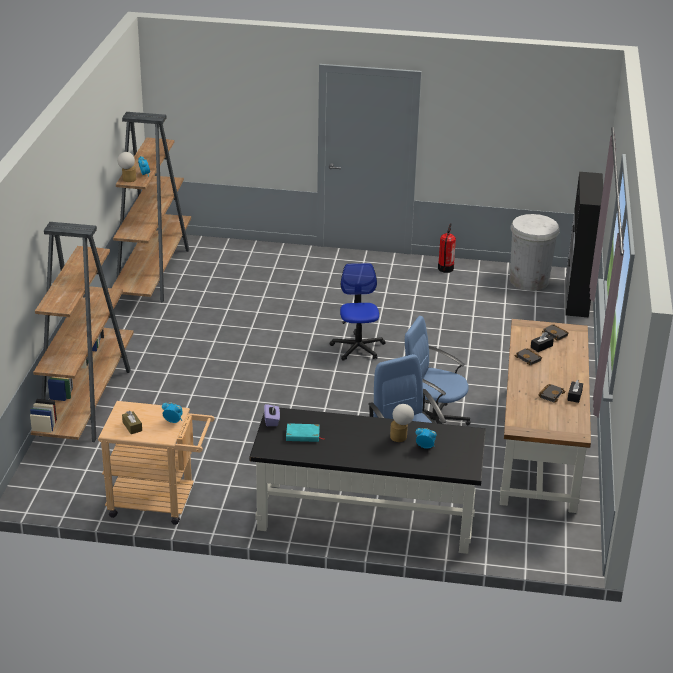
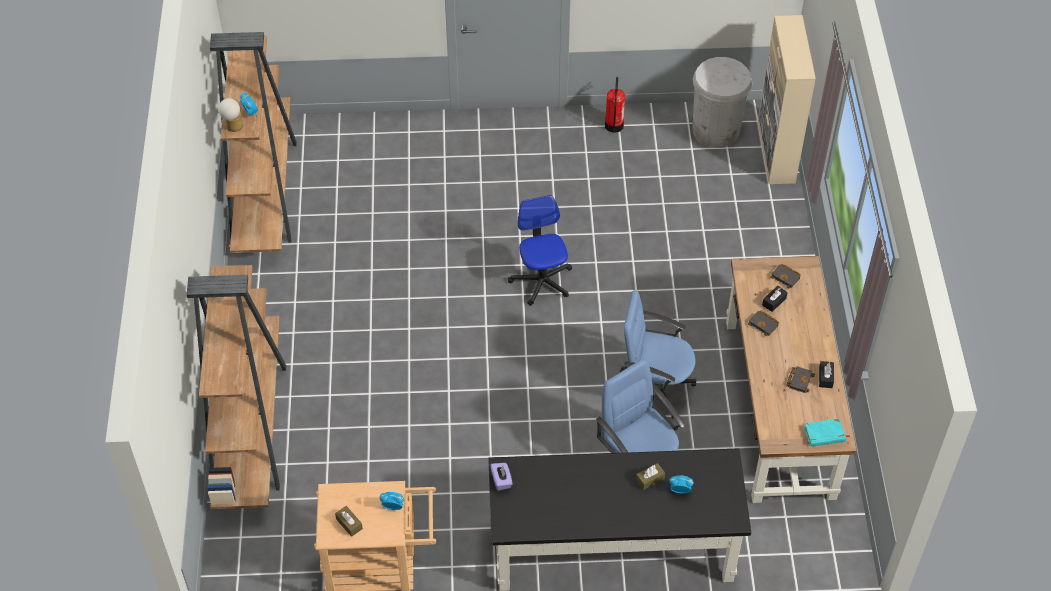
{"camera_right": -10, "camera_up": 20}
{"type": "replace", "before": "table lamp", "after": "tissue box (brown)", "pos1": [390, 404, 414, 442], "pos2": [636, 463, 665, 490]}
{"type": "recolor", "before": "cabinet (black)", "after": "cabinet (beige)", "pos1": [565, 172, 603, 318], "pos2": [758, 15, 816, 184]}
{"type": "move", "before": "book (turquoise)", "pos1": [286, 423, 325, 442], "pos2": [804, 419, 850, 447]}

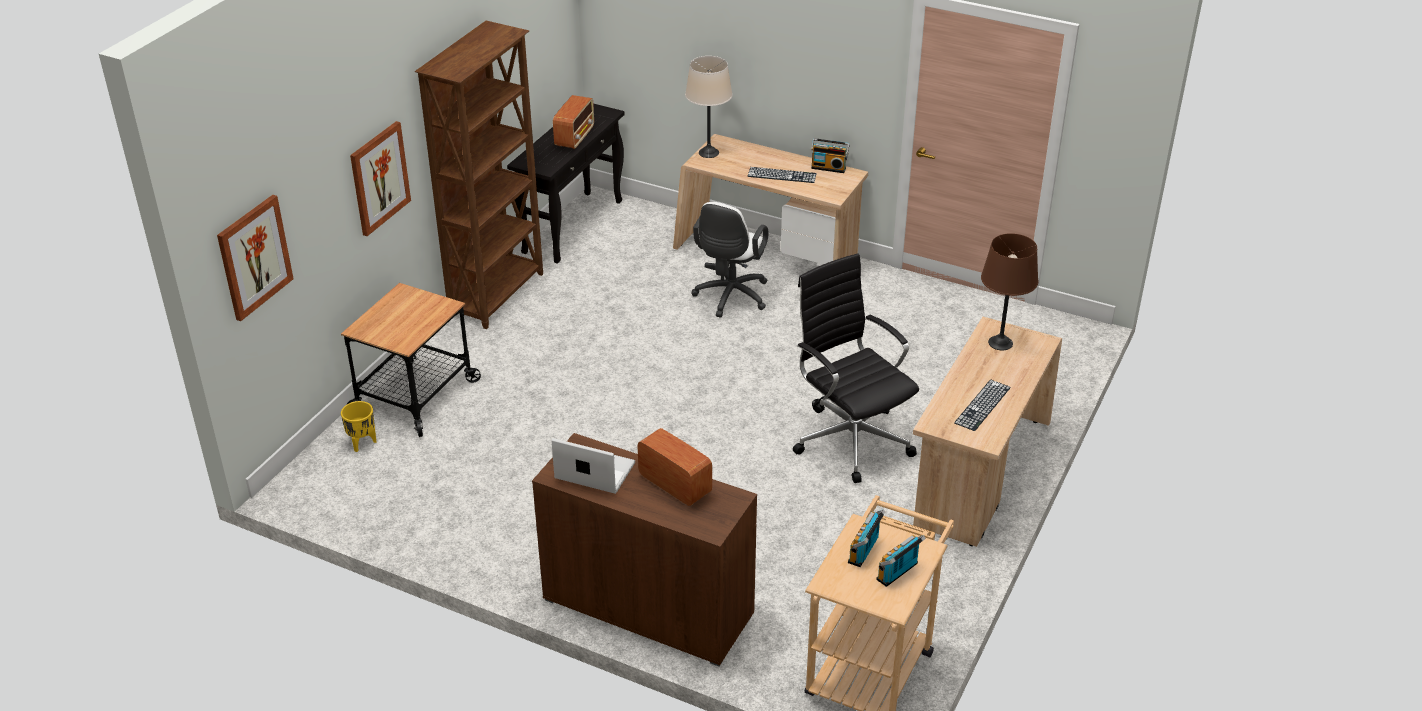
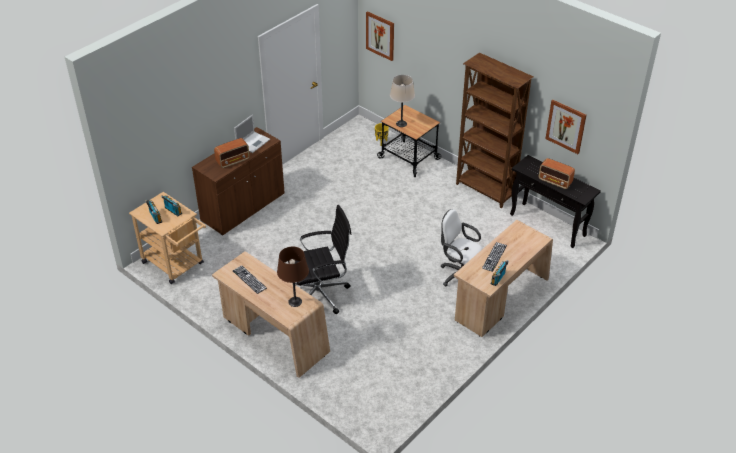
{"camera_right": 105, "camera_up": 5}
{"type": "move", "before": "table lamp (beige)", "pos1": [685, 56, 733, 158], "pos2": [390, 75, 415, 127]}
{"type": "move", "before": "picture", "pos1": [350, 121, 411, 236], "pos2": [545, 100, 587, 154]}

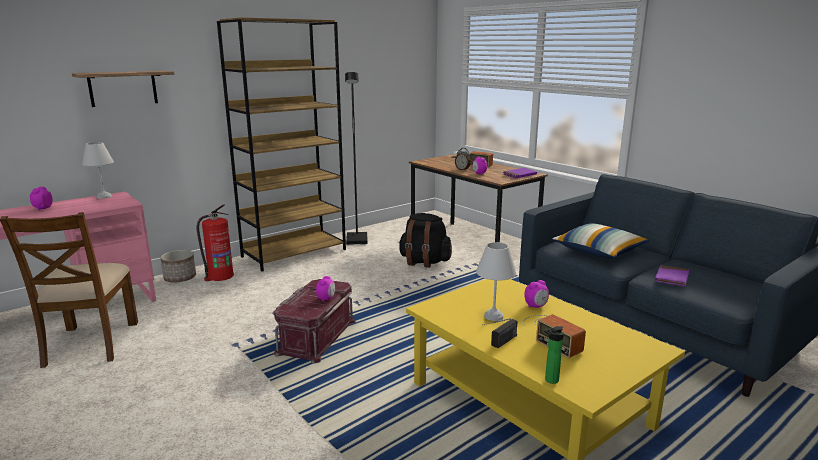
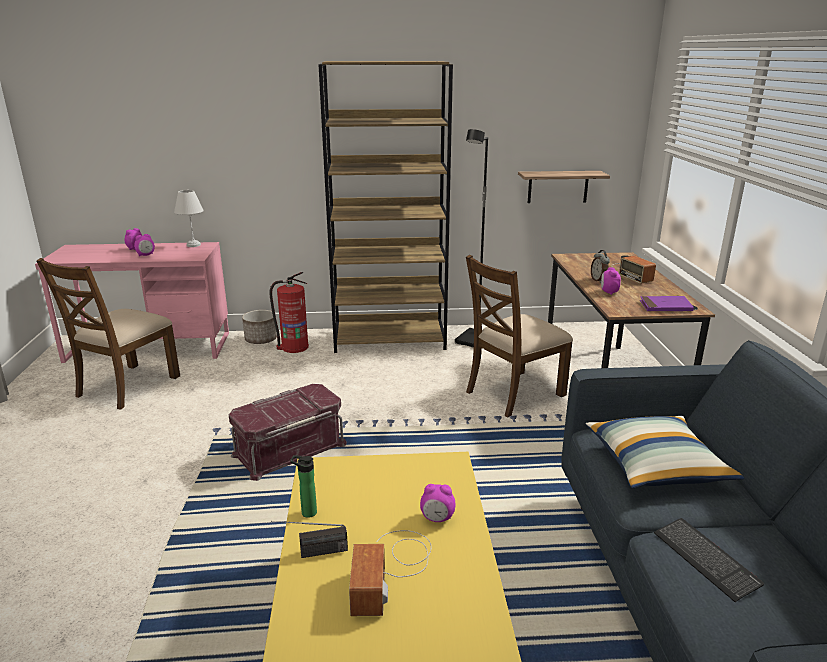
{"camera_right": 35, "camera_up": 5}
{"type": "move", "before": "alarm clock", "pos1": [316, 276, 335, 302], "pos2": [134, 234, 155, 256]}
{"type": "move", "before": "bottle", "pos1": [544, 326, 564, 384], "pos2": [290, 455, 317, 518]}
{"type": "replace", "before": "backpack (black)", "after": "chair (brown)", "pos1": [399, 213, 452, 268], "pos2": [466, 255, 573, 418]}
{"type": "move", "before": "shelf", "pos1": [72, 71, 174, 107], "pos2": [518, 171, 610, 203]}
{"type": "replace", "before": "book (purple)", "after": "keyboard", "pos1": [655, 265, 690, 286], "pos2": [654, 518, 764, 602]}
{"type": "delete", "before": "table lamp (white)", "pos1": [476, 242, 516, 321]}

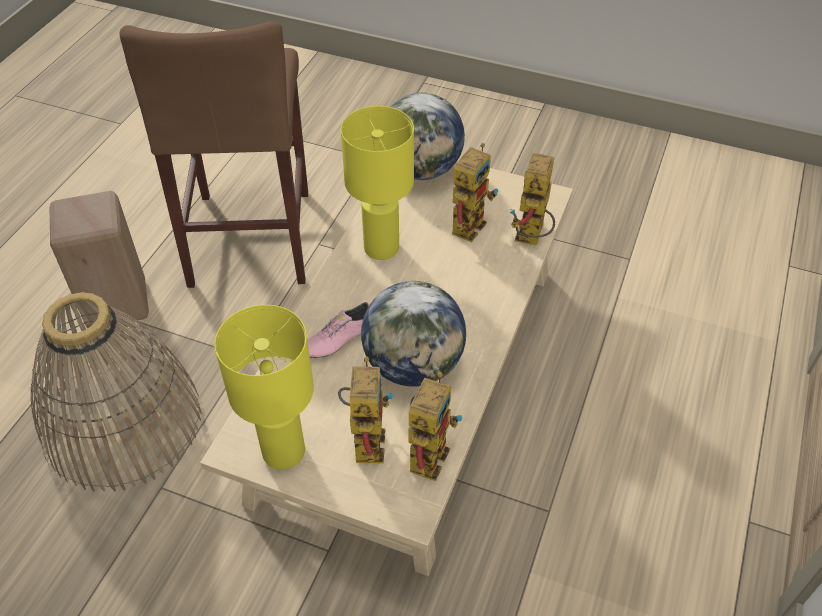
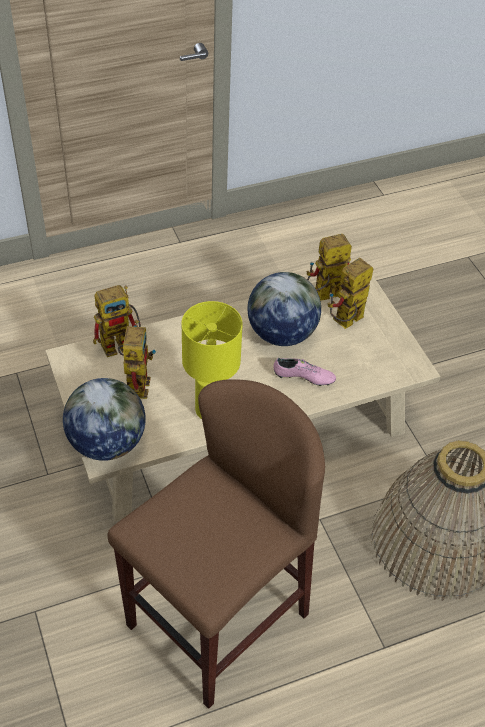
{"camera_right": -135, "camera_up": 0}
{"type": "rotate", "before": "toy robot", "pos1": [452, 143, 498, 242], "pos2": [118, 320, 156, 399], "turn": 105}
{"type": "delete", "before": "stool (beige)", "pos1": [50, 191, 149, 326]}
{"type": "delete", "before": "table lamp (yellow)", "pos1": [214, 305, 314, 470]}

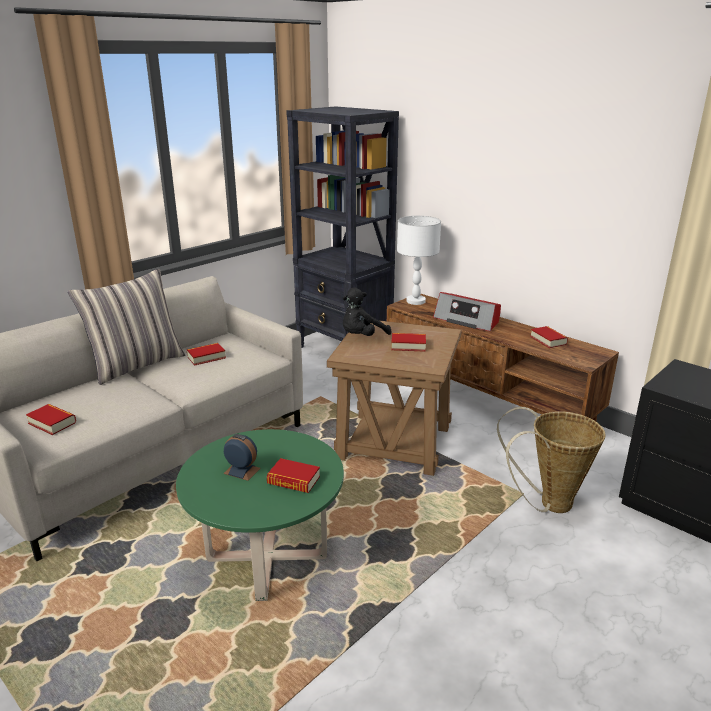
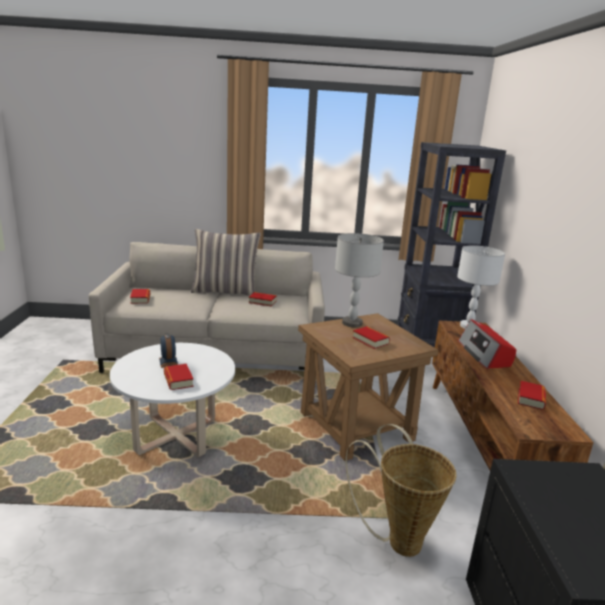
{"camera_right": 45, "camera_up": -5}
{"type": "recolor", "before": "coffee table (green)", "after": "coffee table (white)", "pos1": [176, 429, 344, 601], "pos2": [110, 343, 235, 457]}
{"type": "replace", "before": "plush toy (black)", "after": "table lamp (grey)", "pos1": [343, 288, 391, 336], "pos2": [335, 233, 384, 327]}

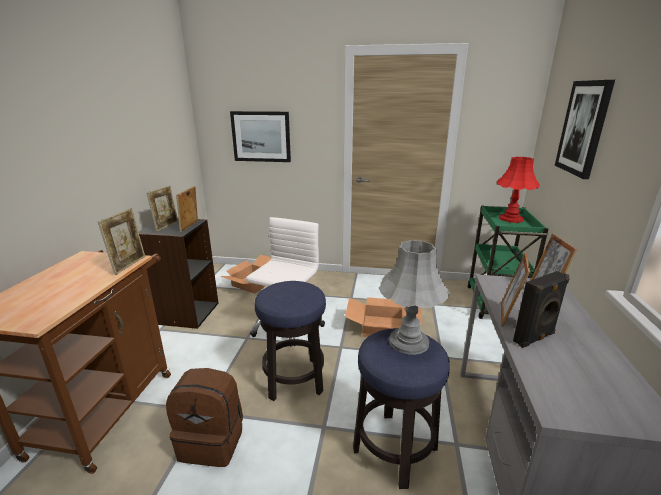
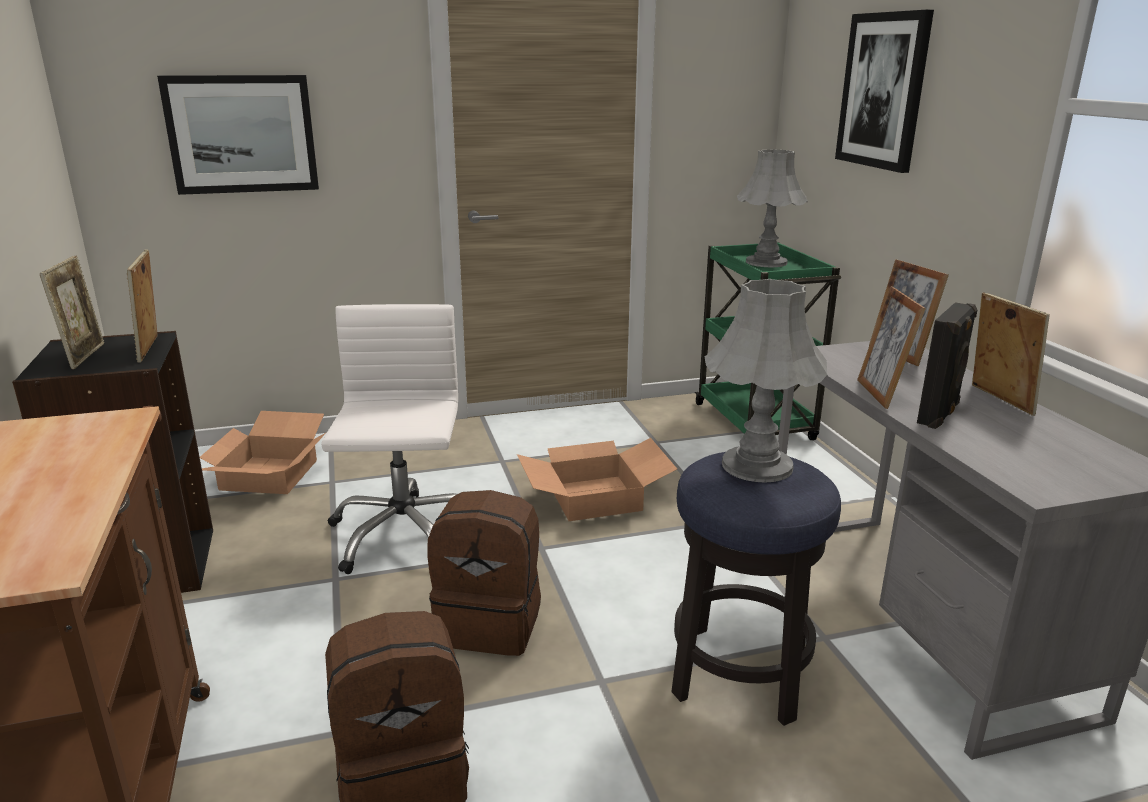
{"camera_right": -25, "camera_up": 0}
{"type": "replace", "before": "stool", "after": "backpack (brown)", "pos1": [255, 281, 326, 401], "pos2": [427, 490, 541, 656]}
{"type": "recolor", "before": "table lamp (red)", "after": "table lamp (grey)", "pos1": [497, 157, 540, 223], "pos2": [737, 149, 808, 267]}
{"type": "move", "before": "picture frame", "pos1": [98, 208, 145, 275], "pos2": [972, 292, 1050, 416]}

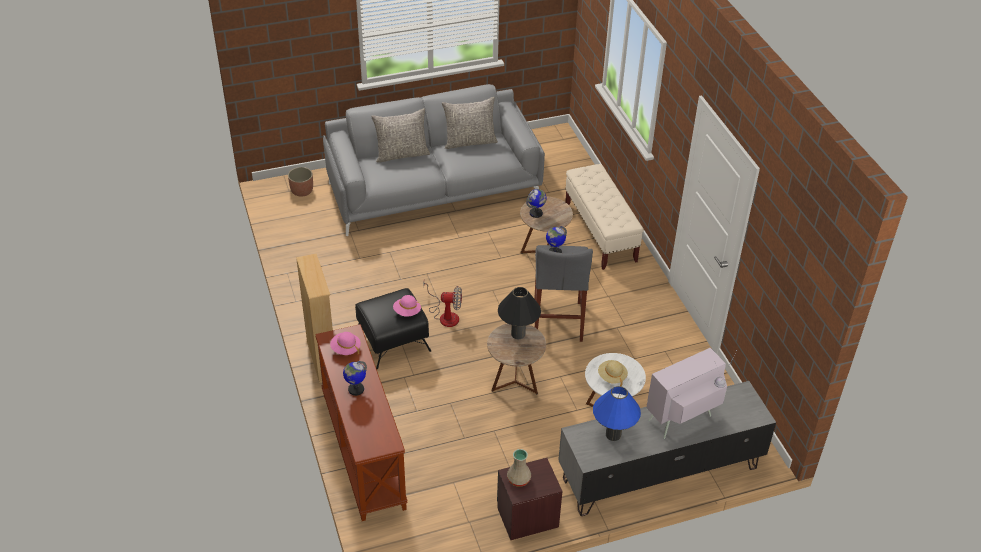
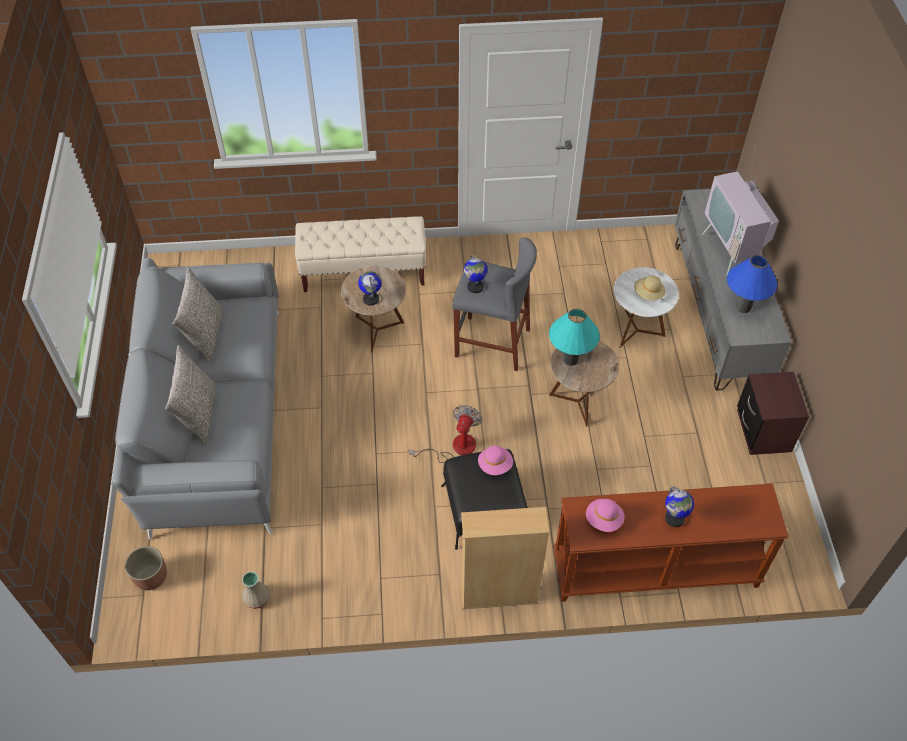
{"camera_right": -75, "camera_up": 10}
{"type": "move", "before": "vase (beige)", "pos1": [507, 449, 531, 487], "pos2": [242, 571, 270, 609]}
{"type": "recolor", "before": "table lamp (black)", "after": "table lamp (turquoise)", "pos1": [498, 287, 541, 339], "pos2": [549, 309, 600, 366]}

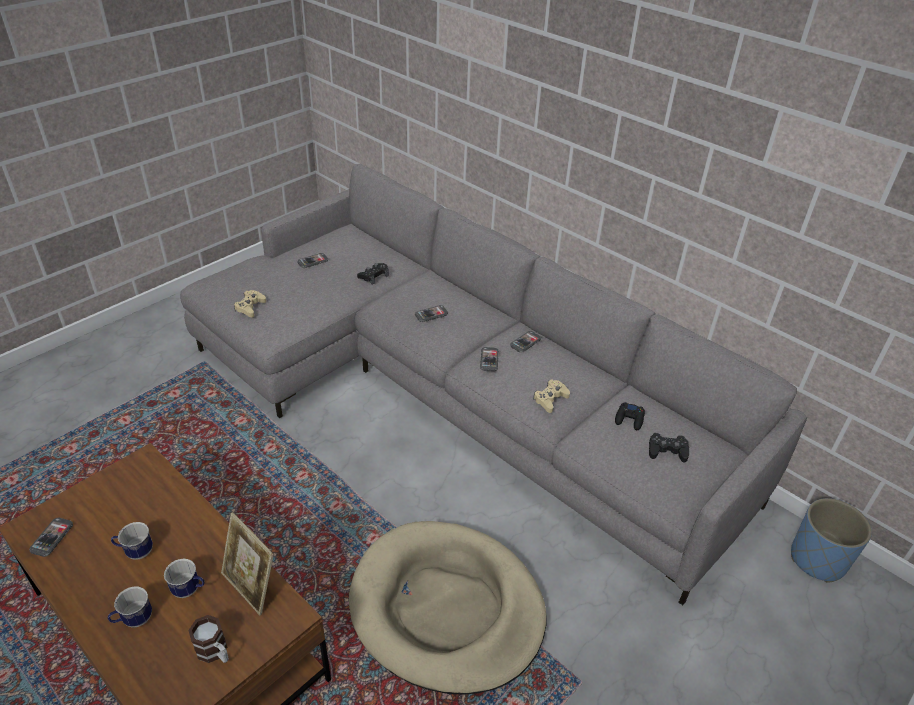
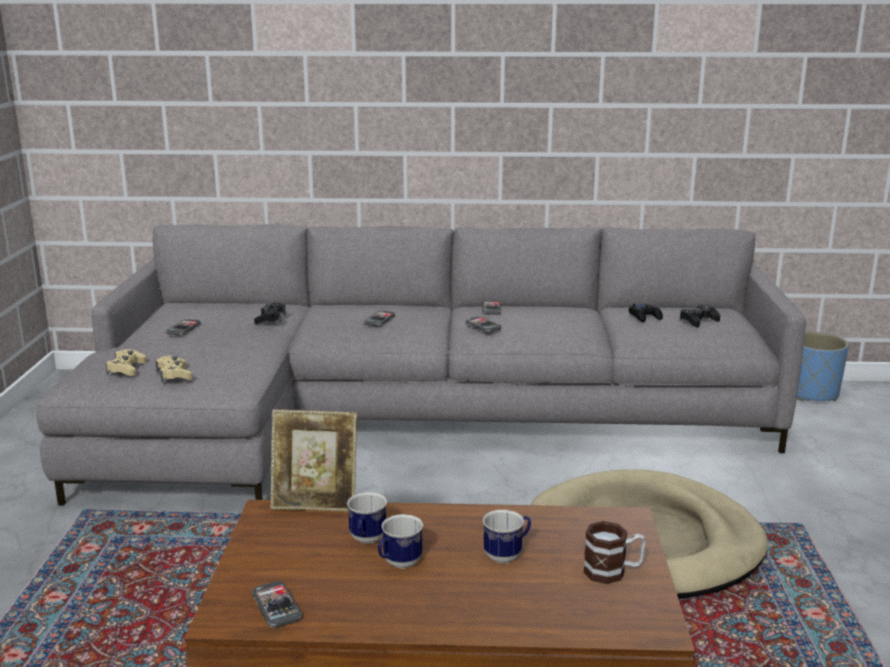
{"camera_right": -40, "camera_up": -20}
{"type": "move", "before": "game controller (beige)", "pos1": [533, 379, 570, 413], "pos2": [106, 349, 147, 376]}
{"type": "move", "before": "picture frame", "pos1": [221, 513, 274, 615], "pos2": [271, 409, 357, 512]}
{"type": "move", "before": "mug", "pos1": [108, 586, 152, 627], "pos2": [347, 492, 387, 544]}

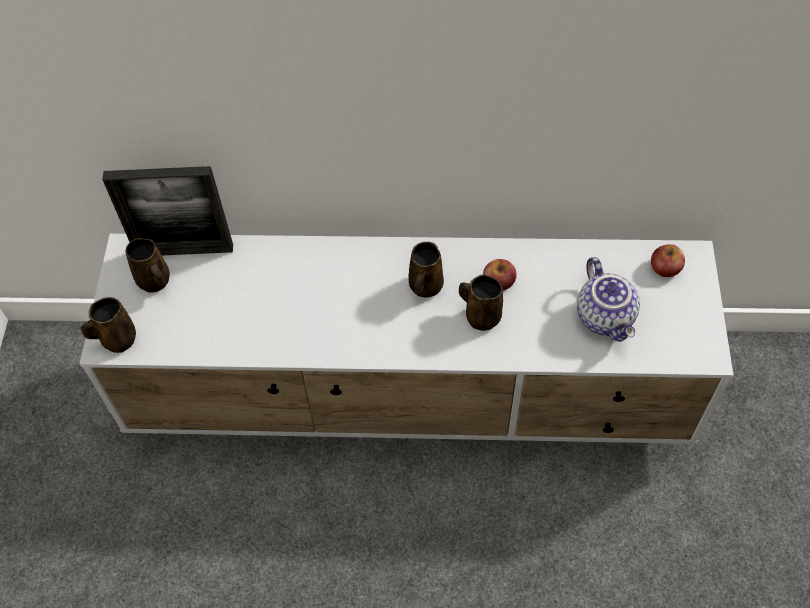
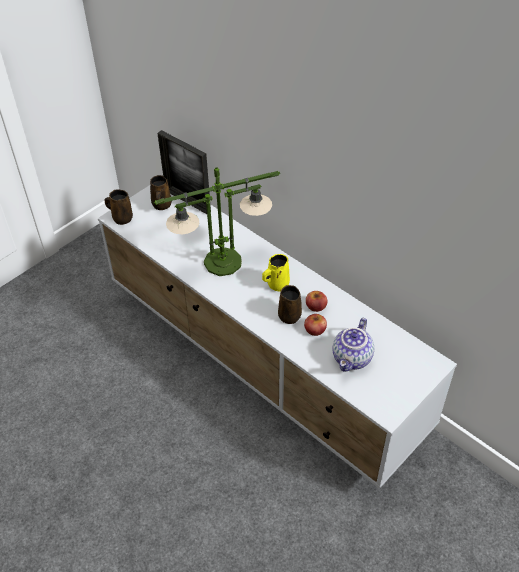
{"camera_right": 40, "camera_up": -10}
{"type": "insert", "after": "table lamp", "pos2": [153, 167, 280, 276]}
{"type": "recolor", "before": "mug (brown)", "after": "mug (yellow)", "pos1": [409, 242, 444, 297], "pos2": [262, 254, 290, 291]}
{"type": "move", "before": "apple", "pos1": [651, 244, 685, 277], "pos2": [304, 314, 327, 336]}

